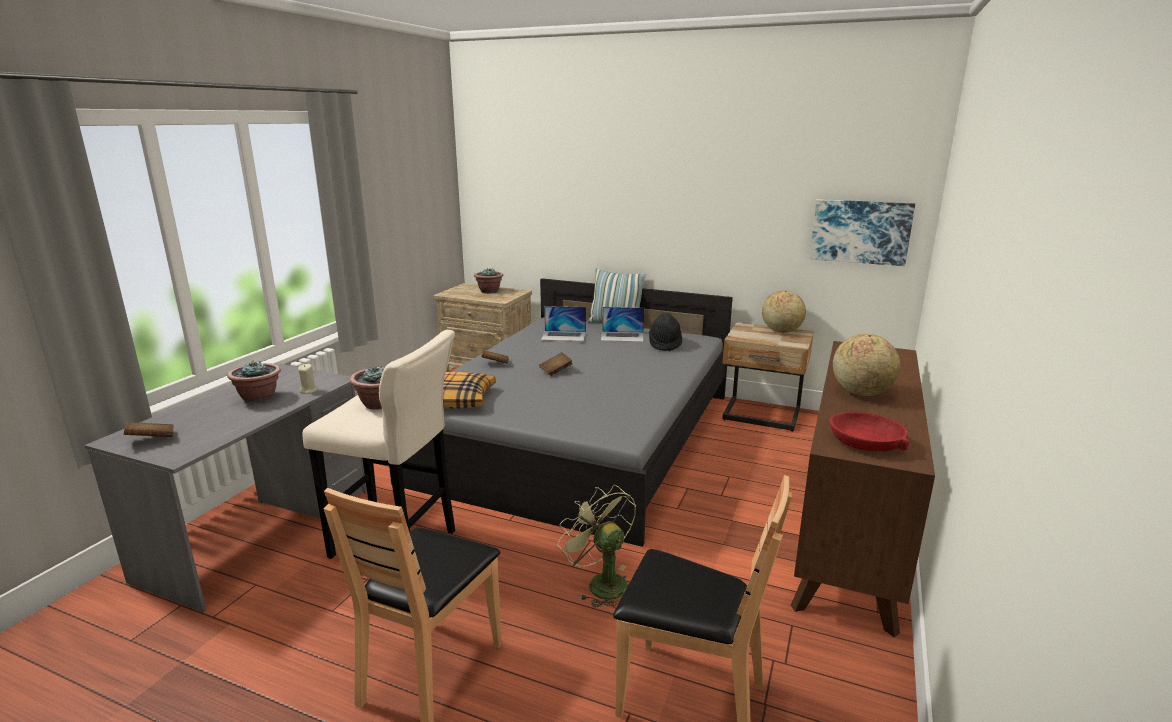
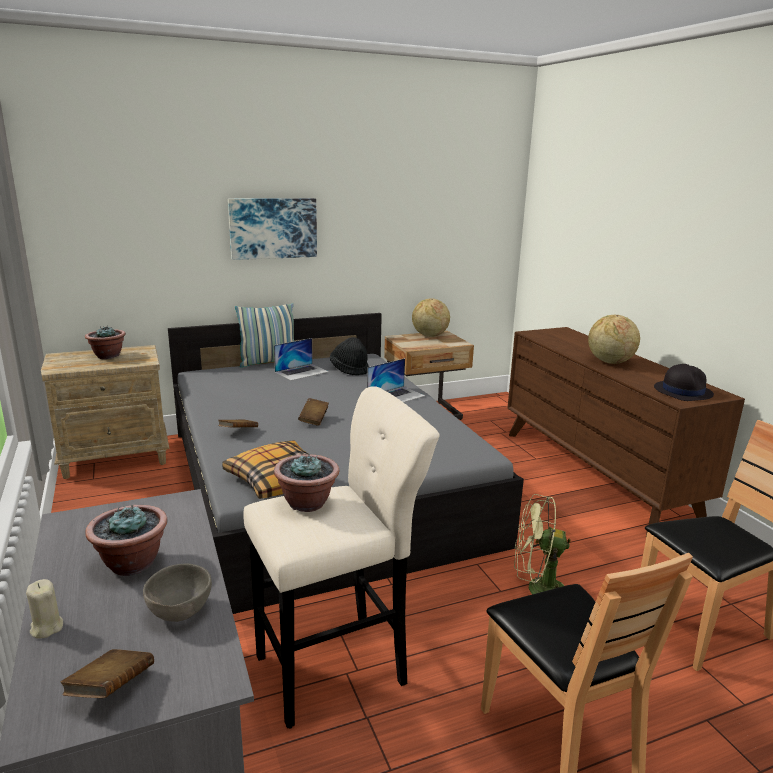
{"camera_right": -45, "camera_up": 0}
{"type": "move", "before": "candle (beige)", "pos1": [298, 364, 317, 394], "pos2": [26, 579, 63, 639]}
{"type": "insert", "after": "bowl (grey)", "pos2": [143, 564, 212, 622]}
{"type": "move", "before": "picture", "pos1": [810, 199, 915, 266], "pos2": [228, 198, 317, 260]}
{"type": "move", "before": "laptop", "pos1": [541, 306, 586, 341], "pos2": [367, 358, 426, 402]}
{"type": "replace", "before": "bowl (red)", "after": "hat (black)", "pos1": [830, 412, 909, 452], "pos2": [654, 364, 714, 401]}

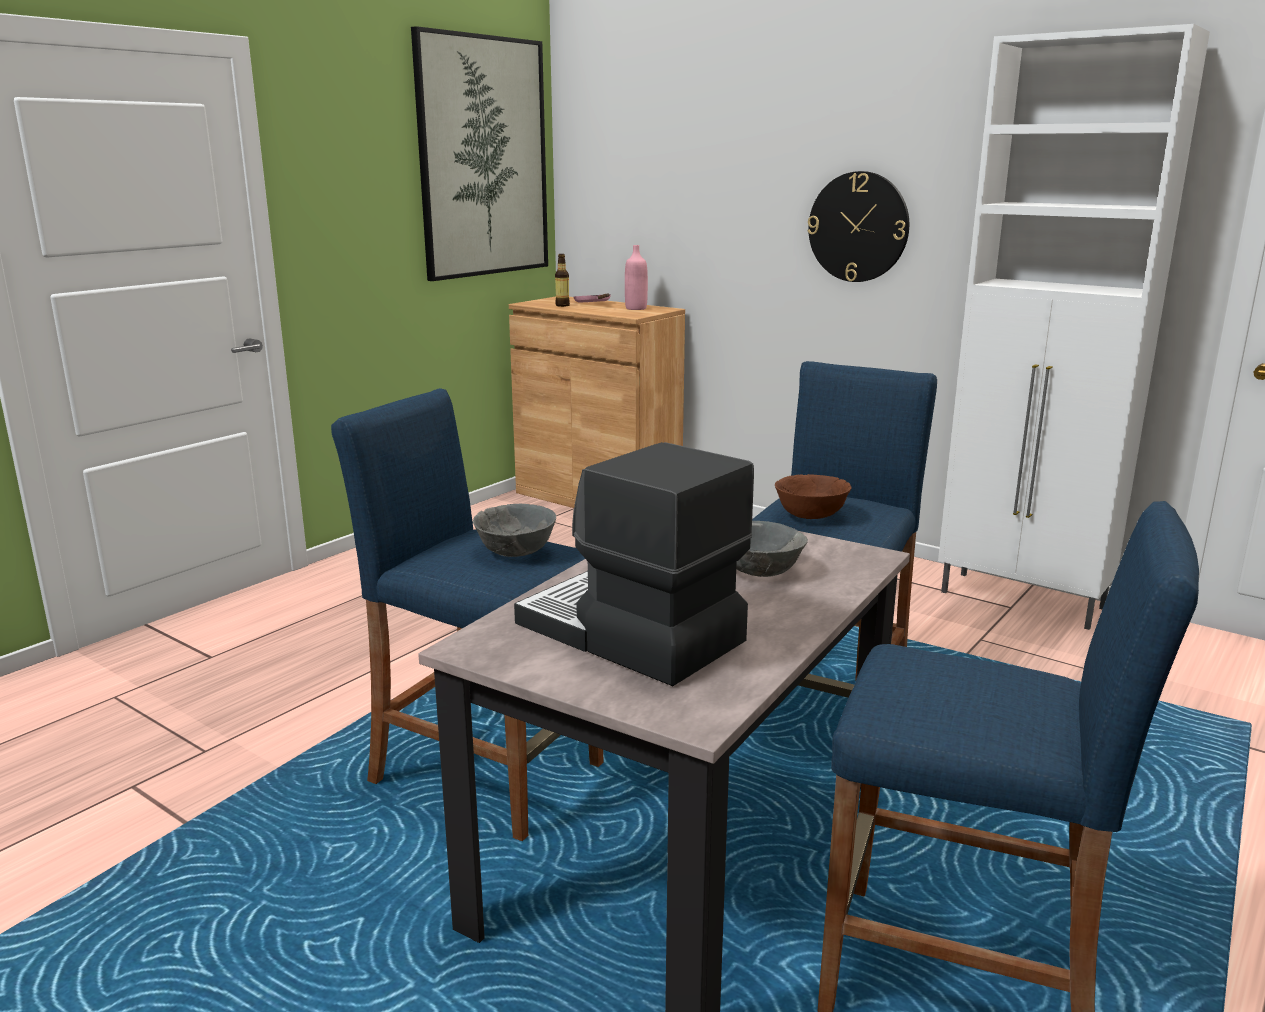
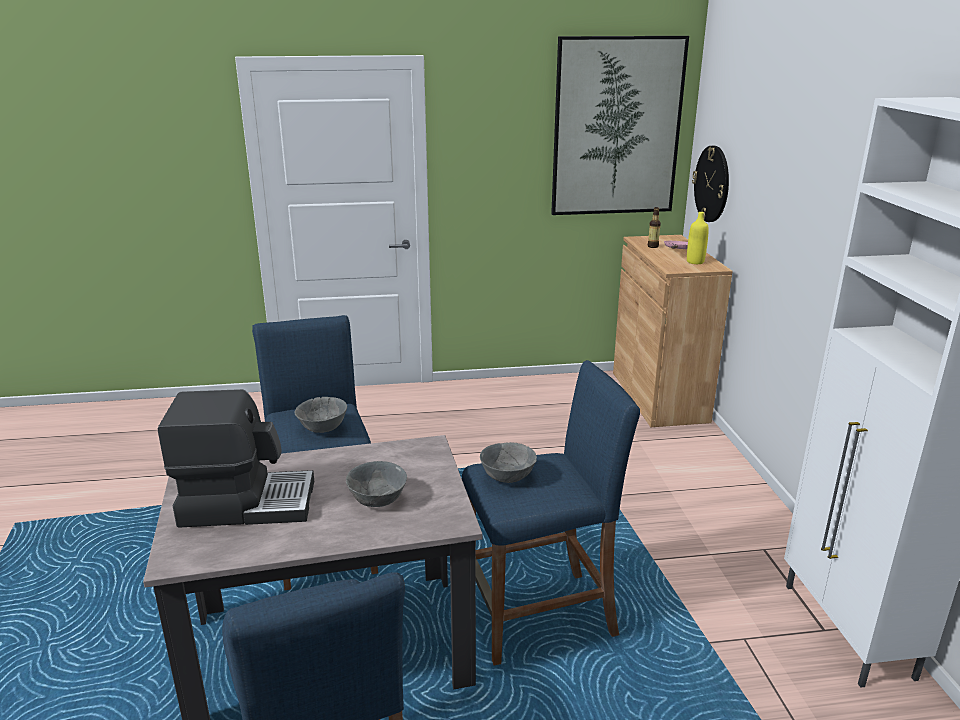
{"camera_right": 45, "camera_up": 5}
{"type": "rotate", "before": "coffee machine", "pos1": [514, 442, 754, 686], "pos2": [158, 389, 314, 528], "turn": 90}
{"type": "recolor", "before": "bowl (brown)", "after": "bowl (grey)", "pos1": [775, 474, 851, 519], "pos2": [480, 442, 537, 483]}
{"type": "recolor", "before": "bottle (pink)", "after": "bottle (yellow)", "pos1": [625, 245, 648, 310], "pos2": [687, 212, 709, 264]}
{"type": "move", "before": "wall clock", "pos1": [808, 171, 909, 282], "pos2": [692, 146, 729, 222]}

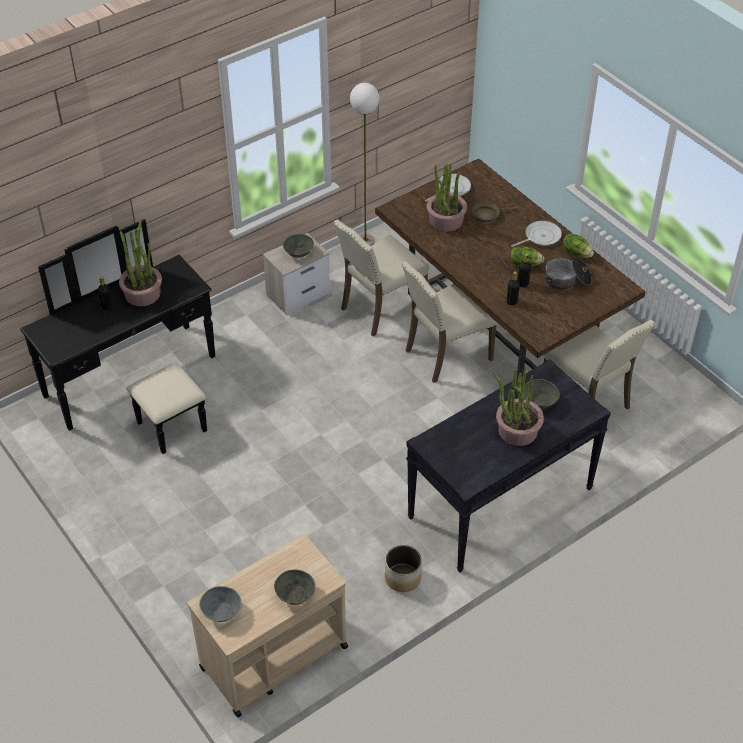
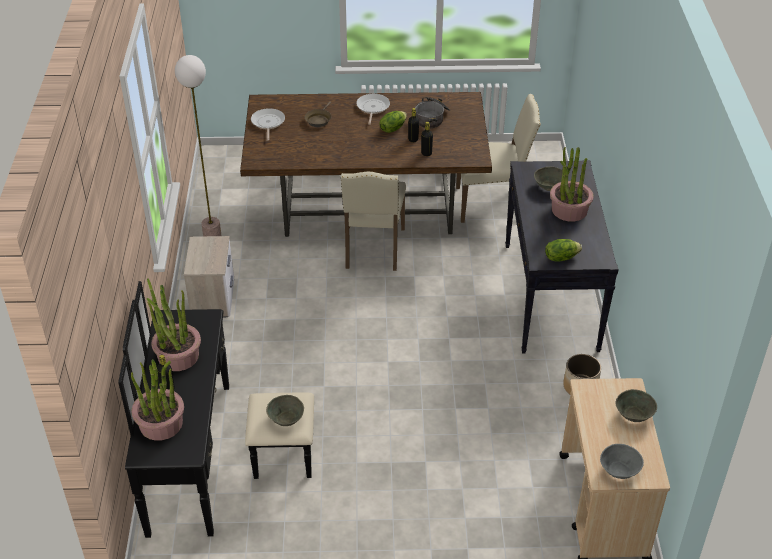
{"camera_right": -55, "camera_up": -5}
{"type": "move", "before": "potted plant", "pos1": [427, 163, 467, 232], "pos2": [131, 359, 184, 441]}
{"type": "move", "before": "bowl (grey)", "pos1": [283, 234, 314, 258], "pos2": [266, 395, 304, 426]}
{"type": "move", "before": "lettuce", "pos1": [562, 233, 594, 258], "pos2": [545, 239, 582, 262]}
{"type": "delete", "before": "chair (beige)", "pos1": [333, 219, 429, 336]}

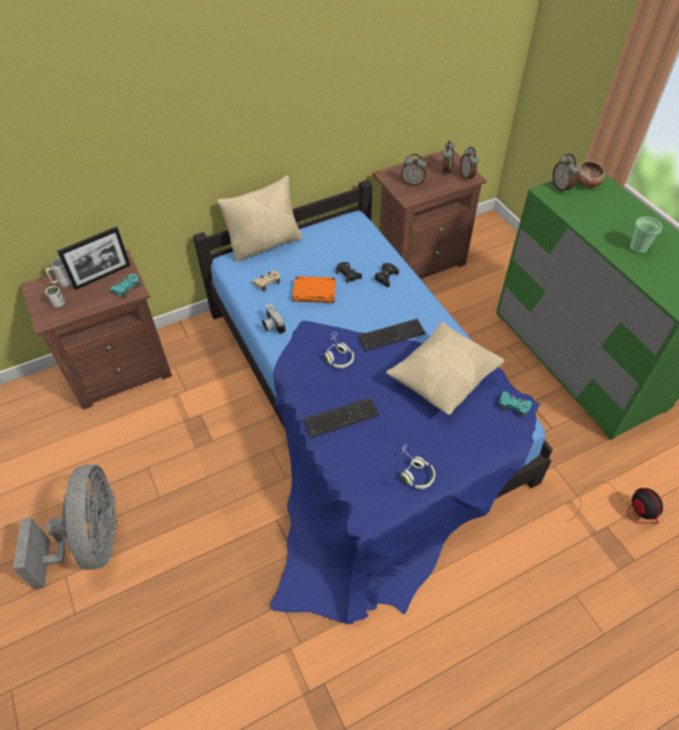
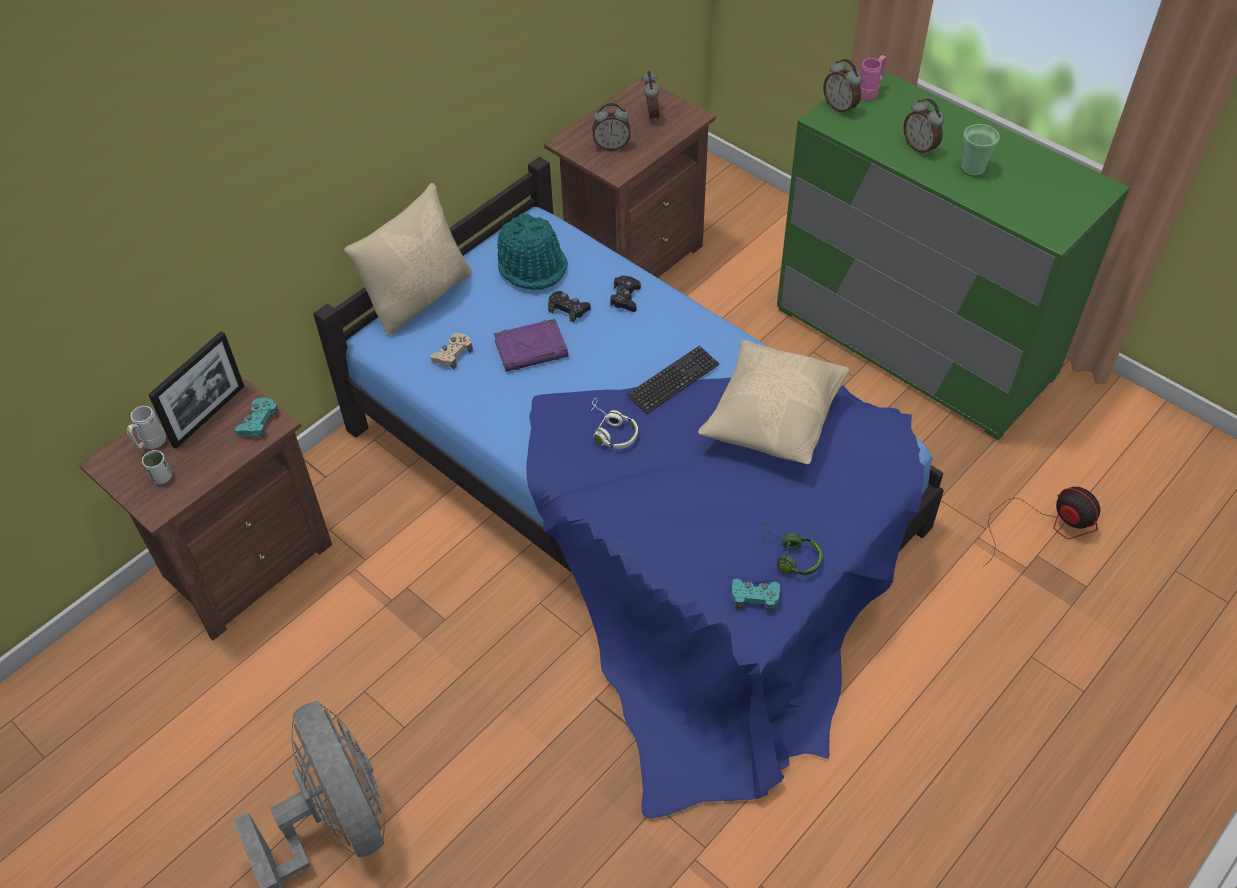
{"camera_right": -20, "camera_up": 0}
{"type": "recolor", "before": "book (orange)", "after": "book (purple)", "pos1": [292, 276, 336, 303], "pos2": [494, 319, 568, 372]}
{"type": "insert", "after": "hat (turquoise)", "pos2": [497, 213, 568, 290]}
{"type": "move", "before": "game controller (turquoise)", "pos1": [499, 392, 532, 418], "pos2": [732, 579, 780, 612]}
{"type": "recolor", "before": "headphones (white)", "after": "headphones (green)", "pos1": [399, 444, 435, 489], "pos2": [762, 522, 823, 576]}
{"type": "replace", "before": "bowl", "after": "mug (pink)", "pos1": [576, 161, 605, 188], "pos2": [860, 55, 887, 100]}
{"type": "move", "before": "alarm clock", "pos1": [460, 147, 479, 181], "pos2": [903, 98, 944, 155]}
{"type": "delete", "before": "photo camera", "pos1": [262, 304, 285, 334]}
{"type": "delete", "before": "keyboard", "pos1": [304, 397, 379, 438]}

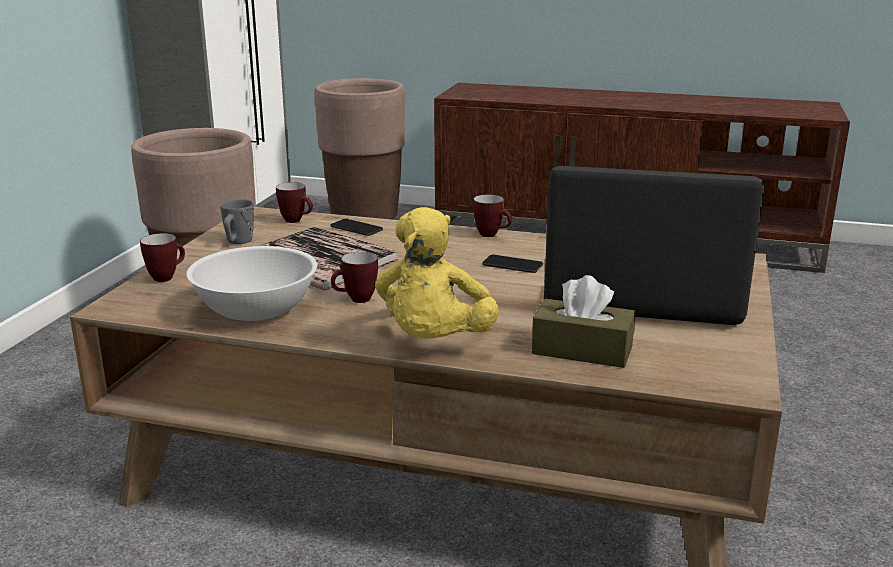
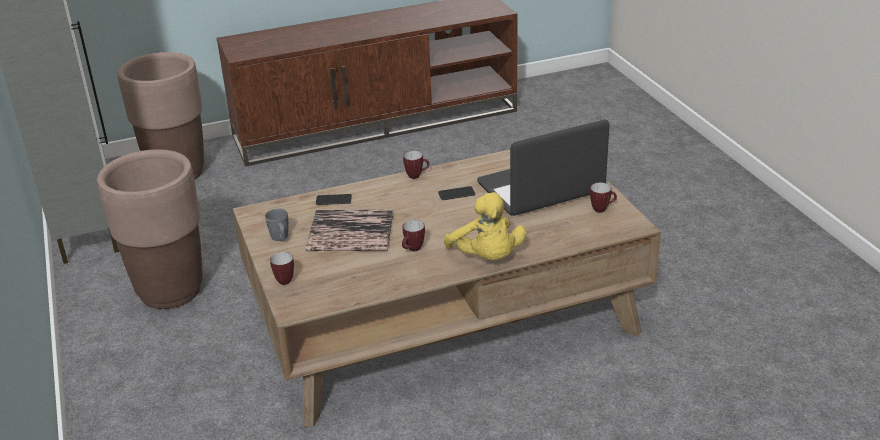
{"camera_right": -35, "camera_up": 10}
{"type": "move", "before": "mug", "pos1": [276, 182, 313, 223], "pos2": [590, 183, 617, 213]}
{"type": "delete", "before": "bowl (white)", "pos1": [187, 246, 317, 321]}
{"type": "delete", "before": "tissue box (brown)", "pos1": [532, 275, 635, 368]}

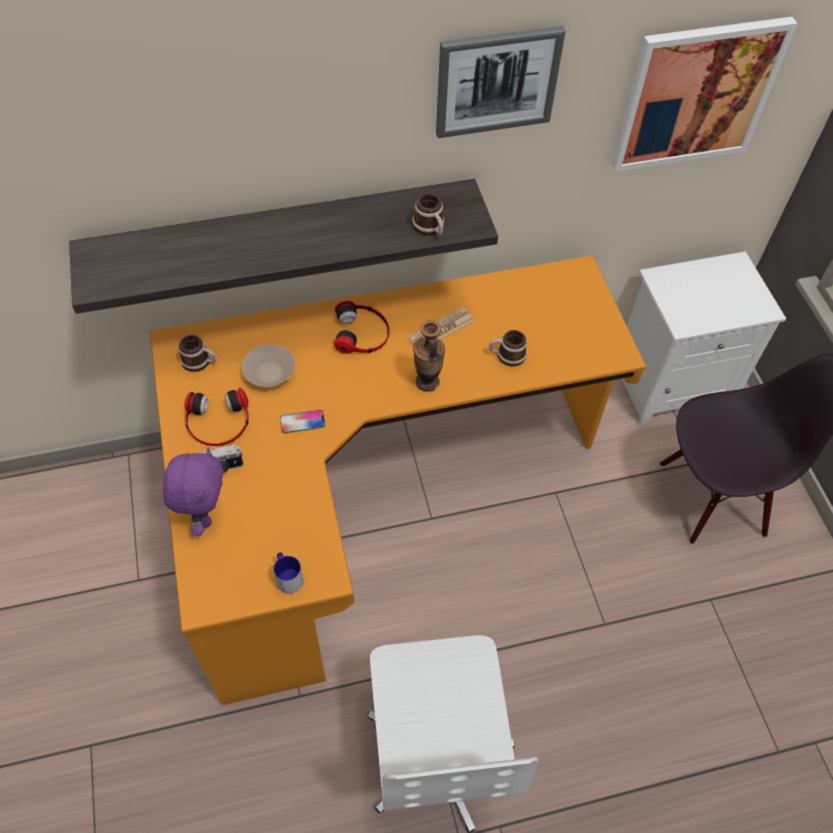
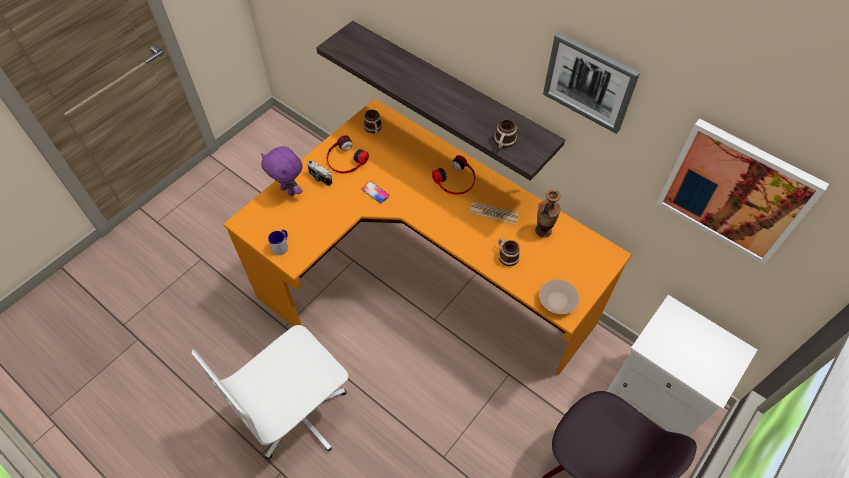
{"camera_right": 55, "camera_up": 0}
{"type": "rotate", "before": "plush toy (purple)", "pos1": [163, 447, 223, 536], "pos2": [261, 146, 302, 196], "turn": 75}
{"type": "move", "before": "vase", "pos1": [413, 320, 445, 392], "pos2": [535, 190, 561, 237]}
{"type": "move", "before": "bowl (beige)", "pos1": [242, 344, 295, 387], "pos2": [539, 279, 579, 314]}

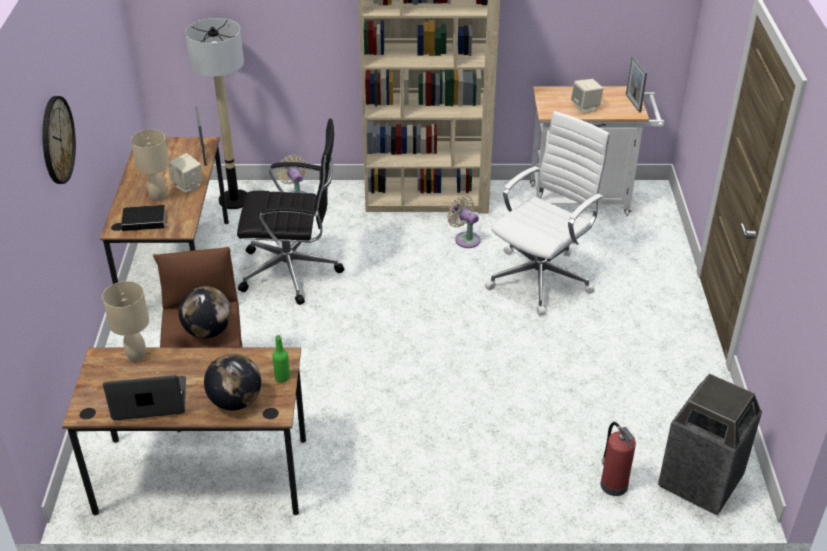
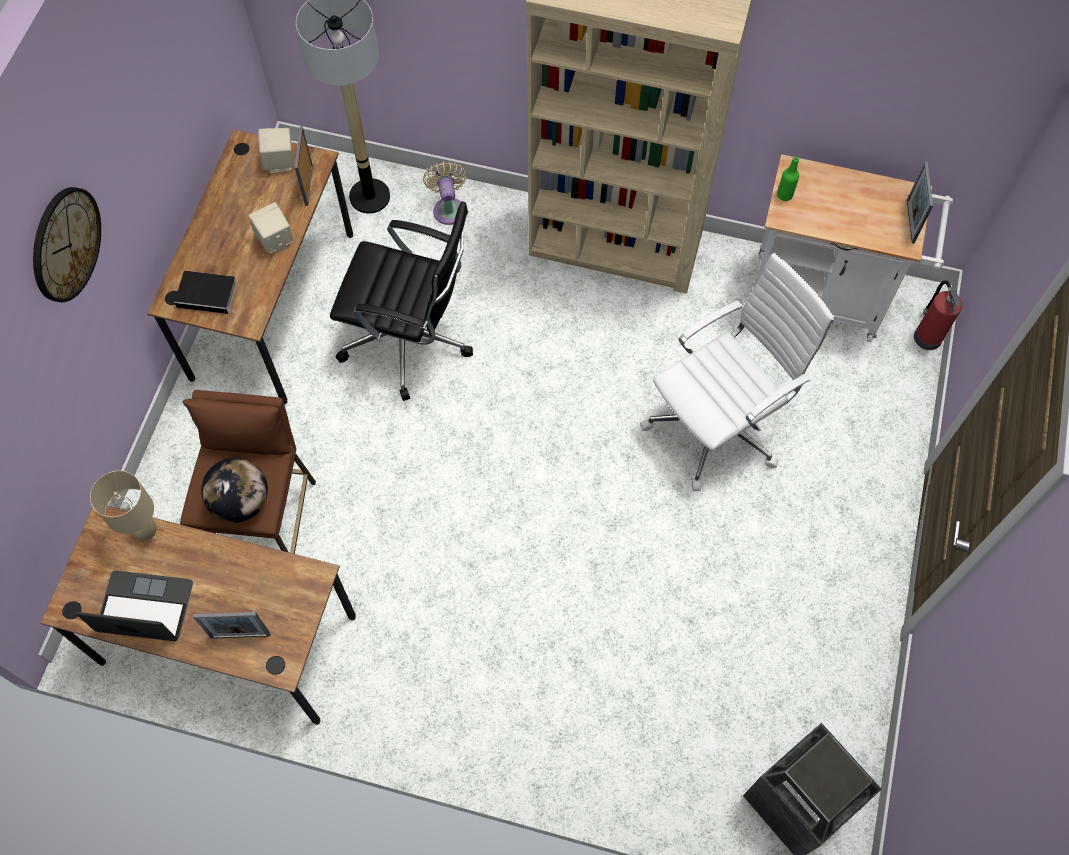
{"camera_right": 15, "camera_up": 25}
{"type": "replace", "before": "globe", "after": "picture frame", "pos1": [204, 353, 261, 410], "pos2": [193, 612, 270, 639]}
{"type": "move", "before": "speaker (beige)", "pos1": [571, 79, 603, 114], "pos2": [258, 128, 294, 174]}
{"type": "move", "before": "bottle (green)", "pos1": [272, 335, 290, 382], "pos2": [777, 156, 799, 201]}
{"type": "move", "before": "fire extinguisher", "pos1": [600, 422, 636, 496], "pos2": [914, 280, 962, 350]}
{"type": "delete", "before": "table lamp (beige)", "pos1": [131, 130, 169, 201]}
{"type": "delete", "before": "fan (beige)", "pos1": [447, 196, 481, 248]}

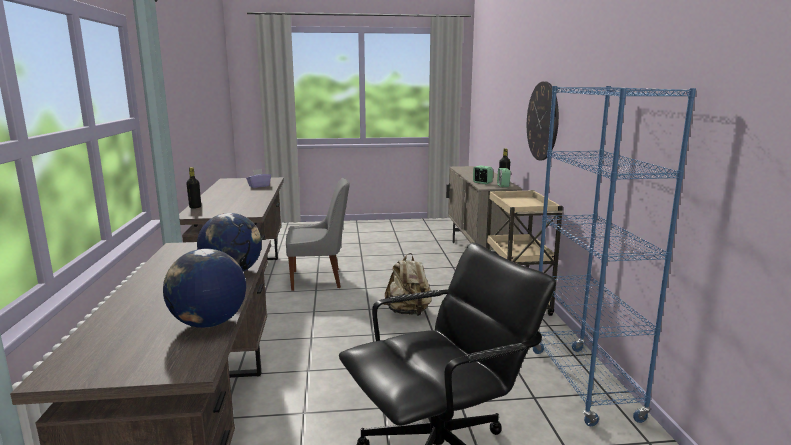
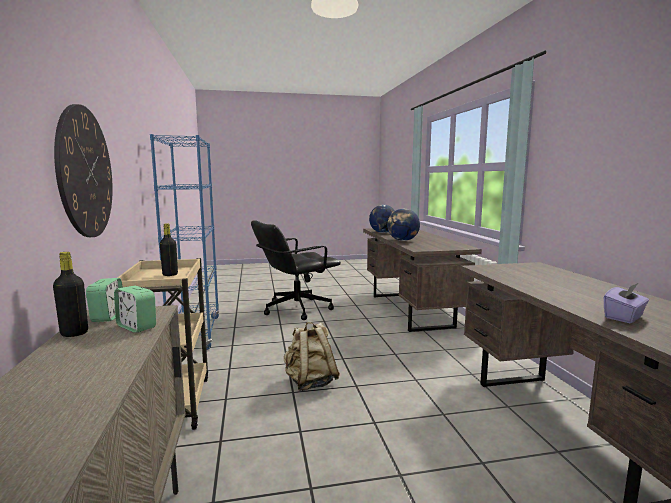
{"camera_right": 175, "camera_up": -5}
{"type": "move", "before": "bottle (black)", "pos1": [186, 167, 201, 209], "pos2": [160, 223, 178, 276]}
{"type": "delete", "before": "chair (grey)", "pos1": [286, 178, 350, 291]}

